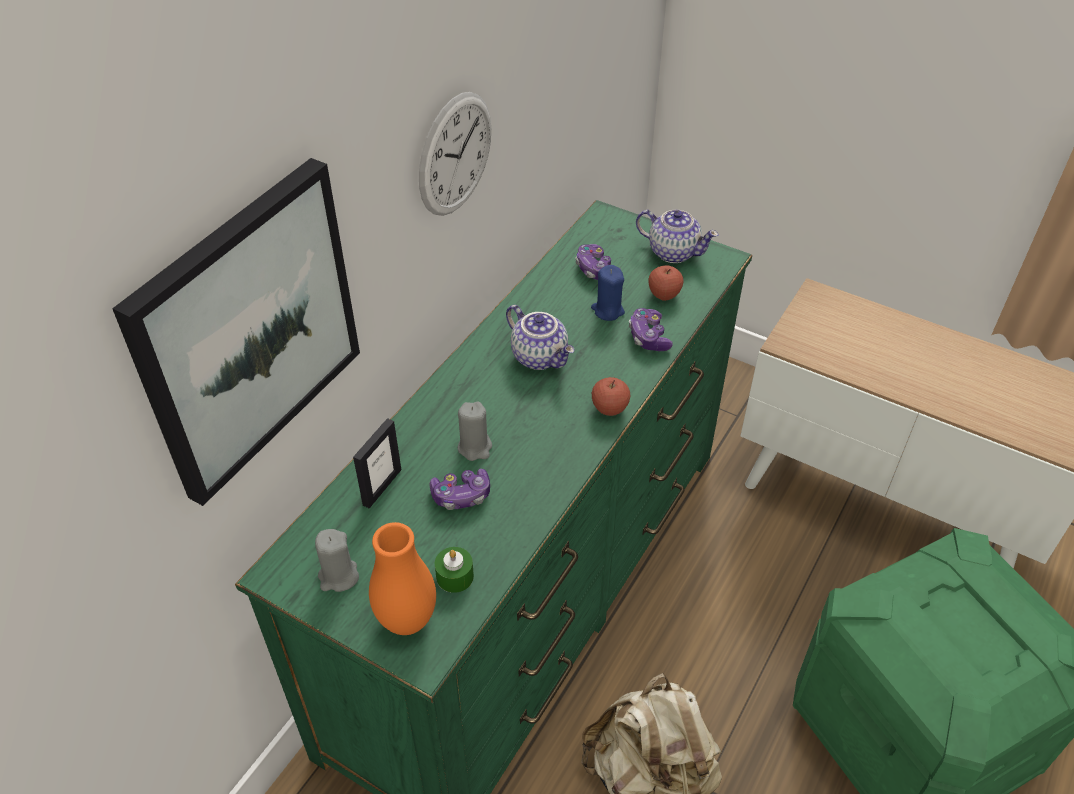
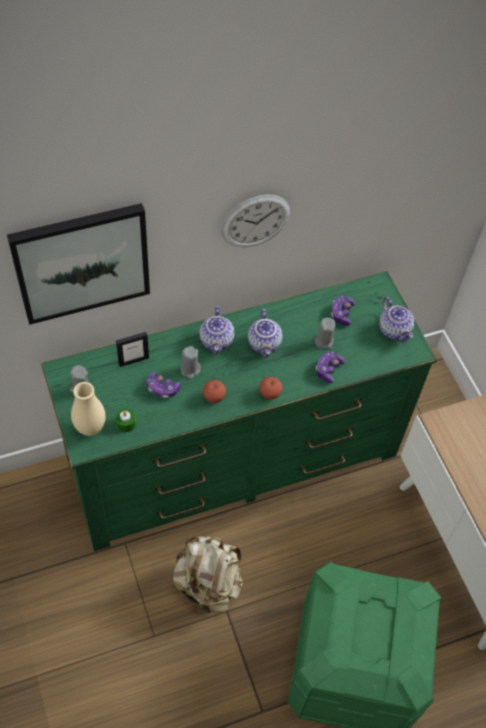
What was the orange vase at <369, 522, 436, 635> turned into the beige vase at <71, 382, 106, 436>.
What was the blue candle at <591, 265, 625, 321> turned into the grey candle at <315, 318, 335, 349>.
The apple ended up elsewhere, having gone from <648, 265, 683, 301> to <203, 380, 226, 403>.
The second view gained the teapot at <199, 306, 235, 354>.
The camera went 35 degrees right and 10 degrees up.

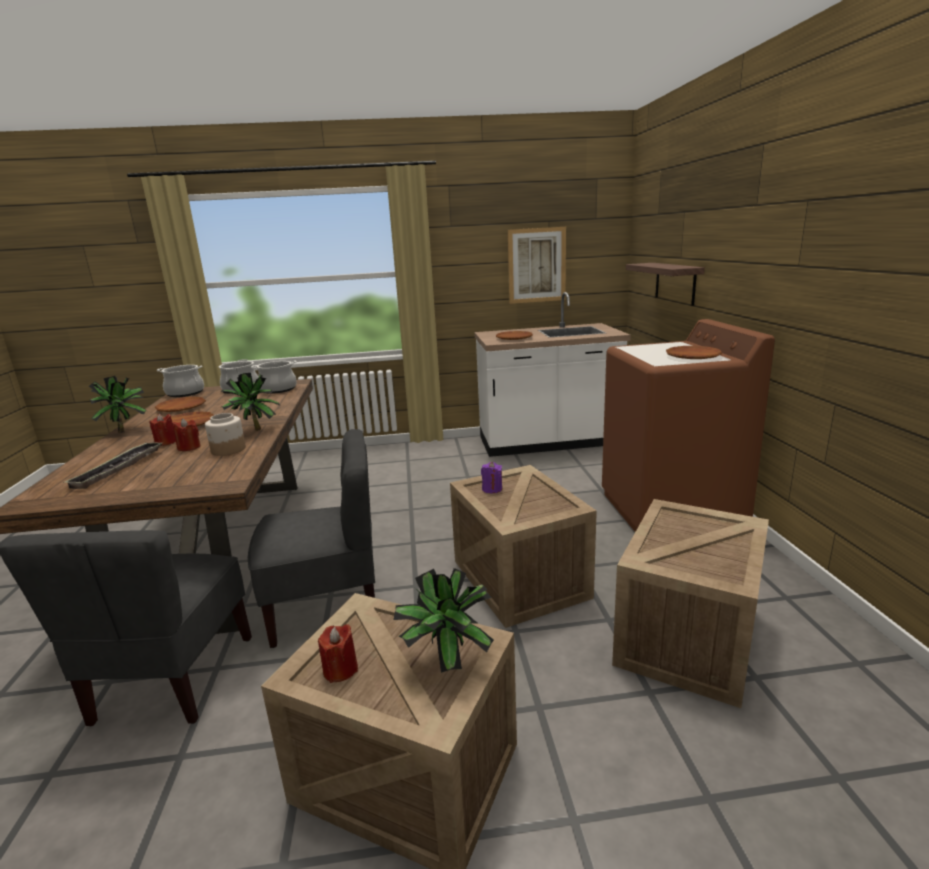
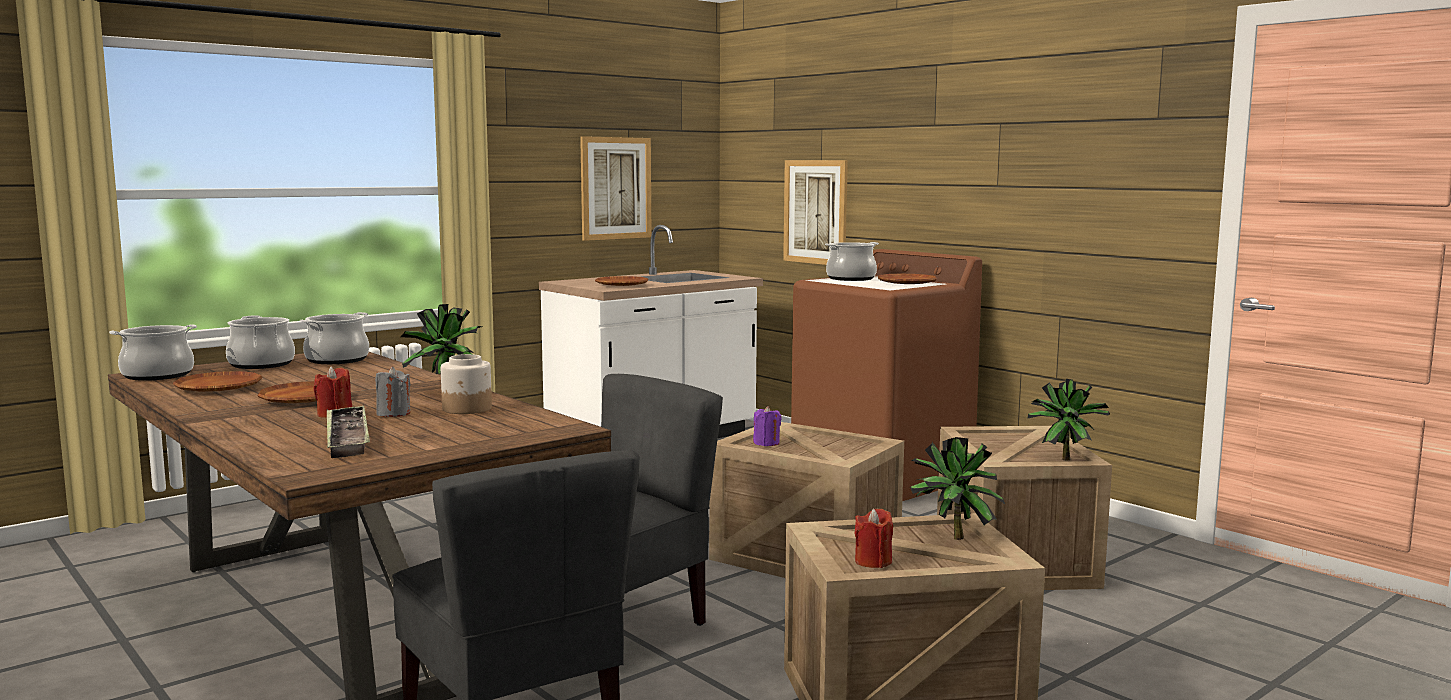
The potted plant ended up elsewhere, having gone from <89, 376, 147, 433> to <1027, 379, 1110, 460>.
What was the red candle at <172, 418, 201, 451> turned into the grey candle at <375, 366, 411, 417>.
Where the shelf hung at <626, 263, 705, 306>, the picture came to hang at <783, 160, 848, 265>.
The second view gained the cooking pot at <825, 242, 879, 281>.
The camera went 35 degrees left and 10 degrees down.

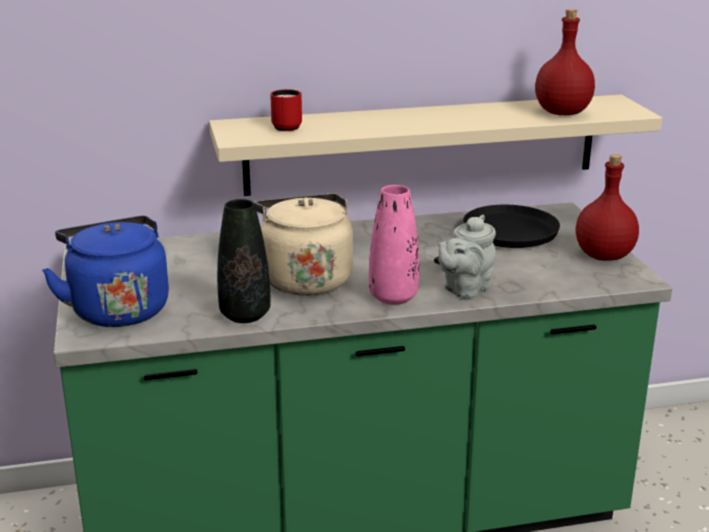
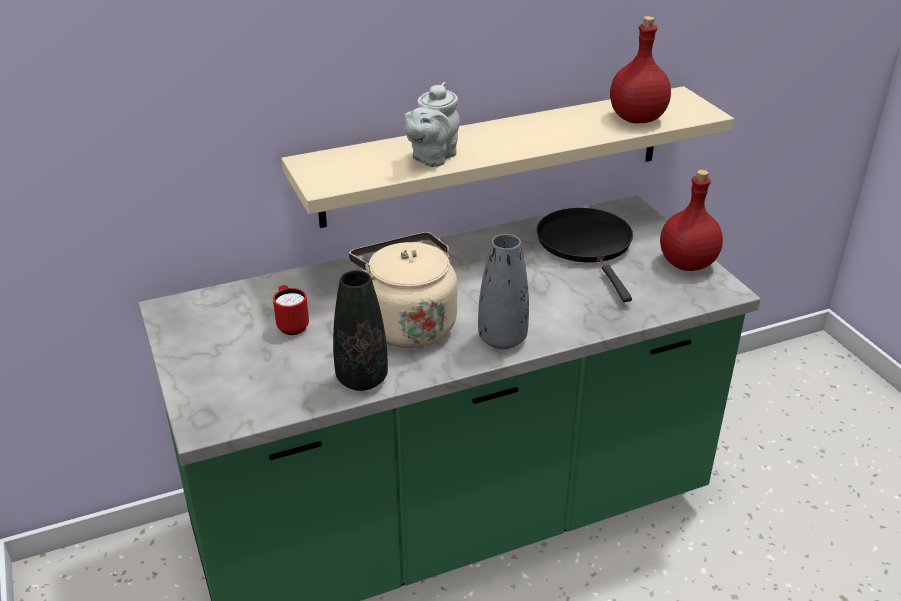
The second view lost the blue kettle at <42, 216, 169, 327>.
The red mug ended up elsewhere, having gone from <270, 89, 302, 131> to <273, 285, 309, 335>.
What was the pink vase at <369, 185, 419, 305> turned into the grey vase at <478, 234, 529, 349>.
The black frying pan at <434, 205, 560, 264> ended up facing another way, 45 degrees counterclockwise from before.
The grey teapot ended up elsewhere, having gone from <438, 215, 496, 299> to <404, 82, 460, 167>.
The camera went 10 degrees left and 10 degrees up.

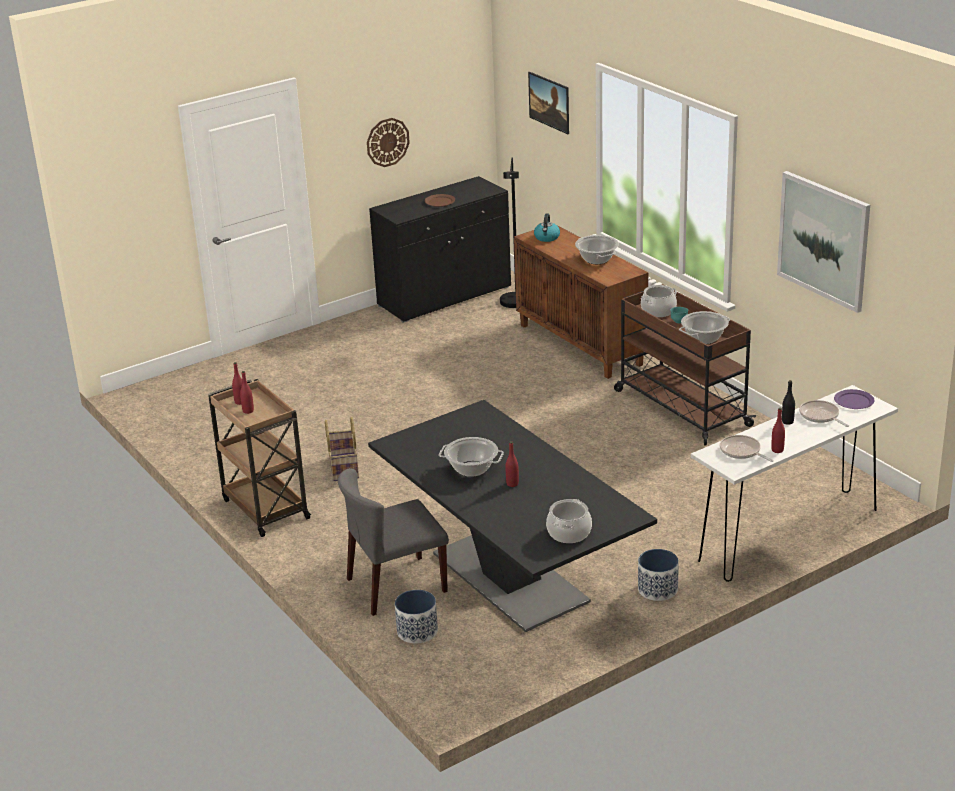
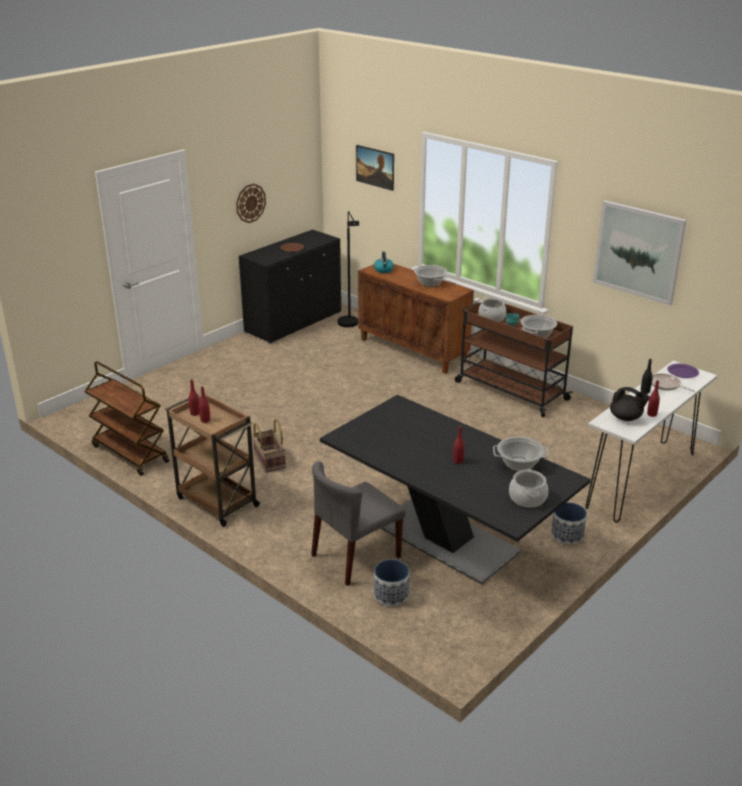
The cooking pot ended up elsewhere, having gone from <439, 437, 504, 477> to <493, 437, 549, 471>.
Where the frying pan stood at <720, 435, 774, 462>, the black teapot came to stand at <610, 387, 650, 421>.
The second view gained the brown cart at <85, 361, 169, 476>.
The camera went 15 degrees left and 0 degrees up.

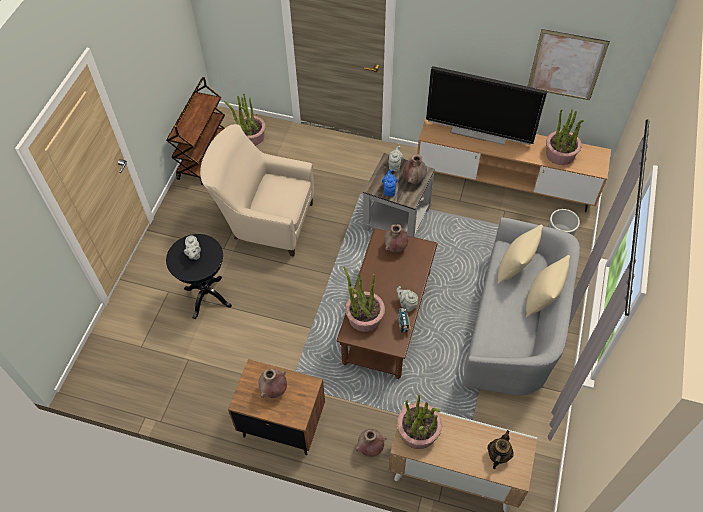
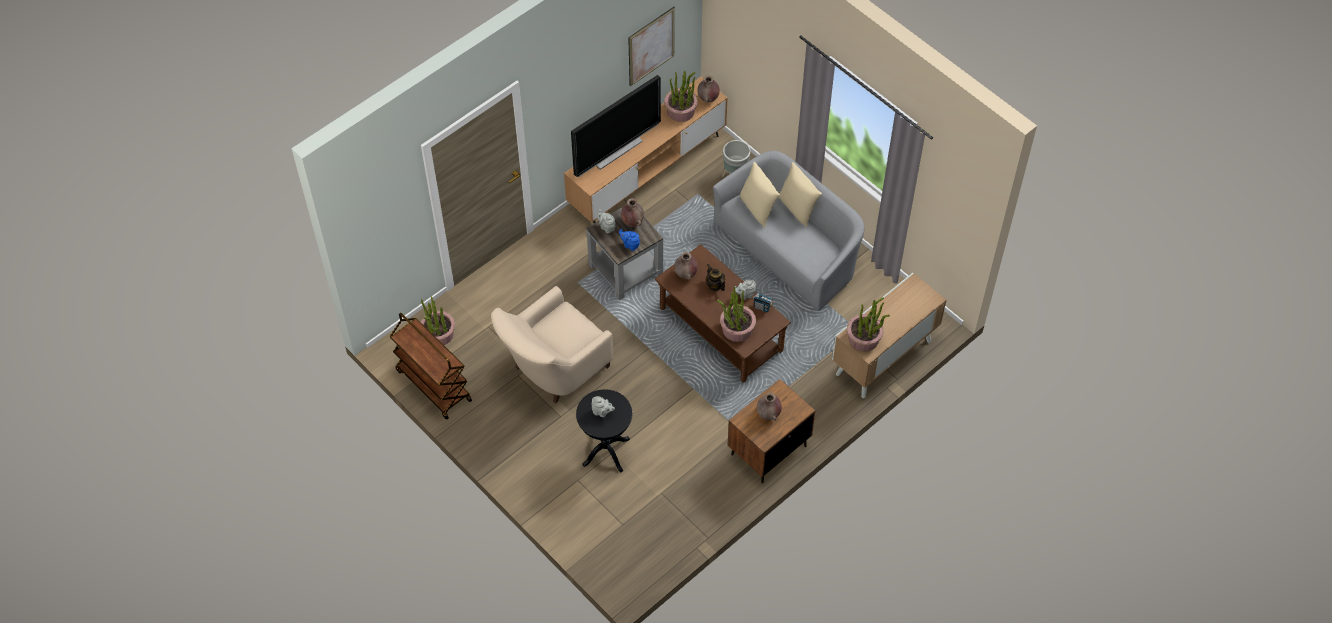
The brown vase ended up elsewhere, having gone from <356, 429, 387, 457> to <697, 75, 720, 102>.
The teapot ended up elsewhere, having gone from <487, 430, 514, 469> to <706, 264, 725, 291>.
The camera went 60 degrees left and 0 degrees up.

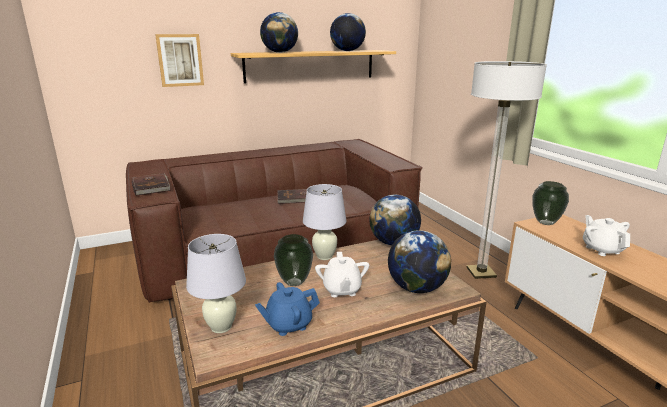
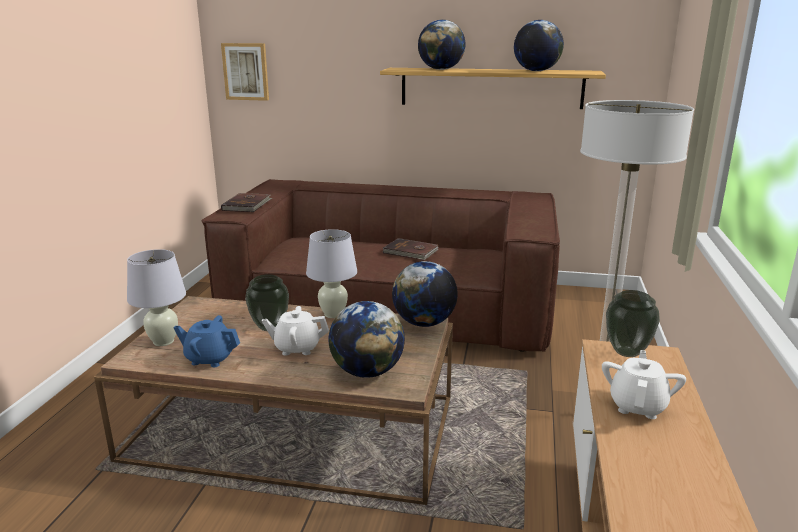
The picture ended up elsewhere, having gone from <155, 34, 204, 87> to <221, 43, 269, 101>.
The white teapot at <315, 252, 369, 297> ended up facing another way, 60 degrees clockwise from before.
The camera went 35 degrees right and 0 degrees up.

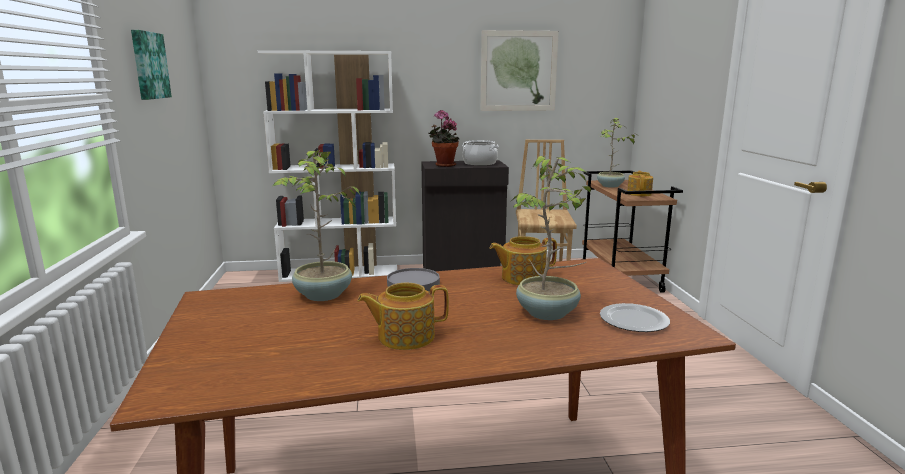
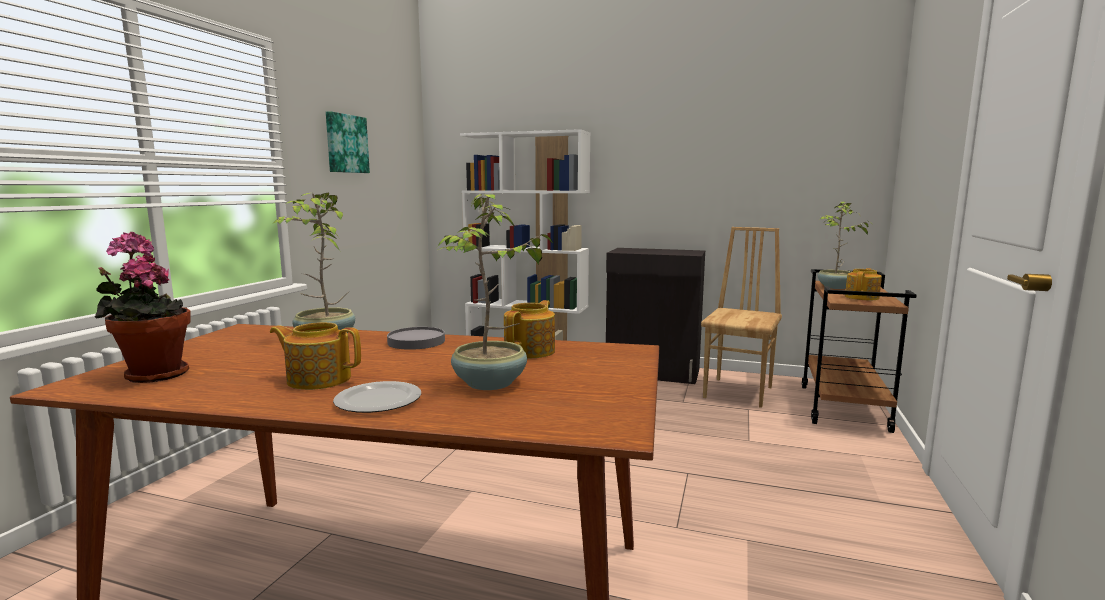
The potted plant ended up elsewhere, having gone from <429, 110, 459, 167> to <95, 232, 191, 383>.
The second view lost the cooking pot at <462, 140, 499, 166>.
The second view lost the picture at <481, 30, 559, 111>.
The teapot at <490, 236, 557, 285> ended up facing another way, 105 degrees clockwise from before.
The plate ended up elsewhere, having gone from <600, 303, 670, 332> to <333, 381, 421, 413>.
The camera went 25 degrees right and 5 degrees down.

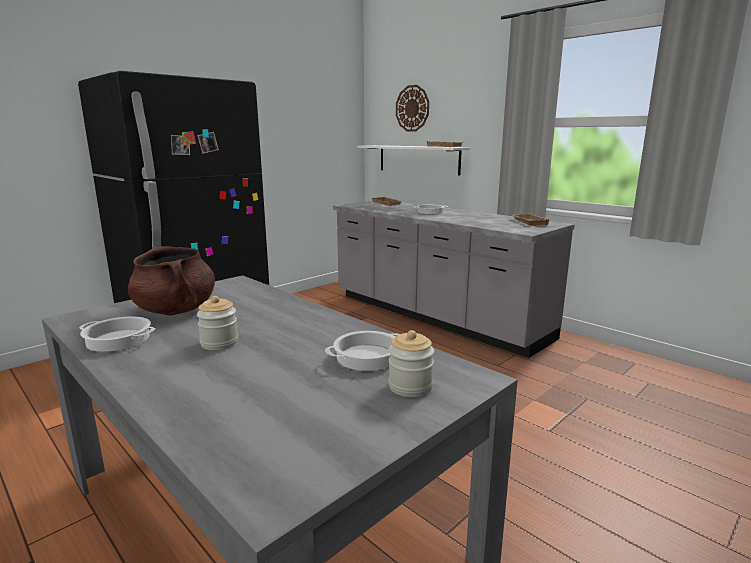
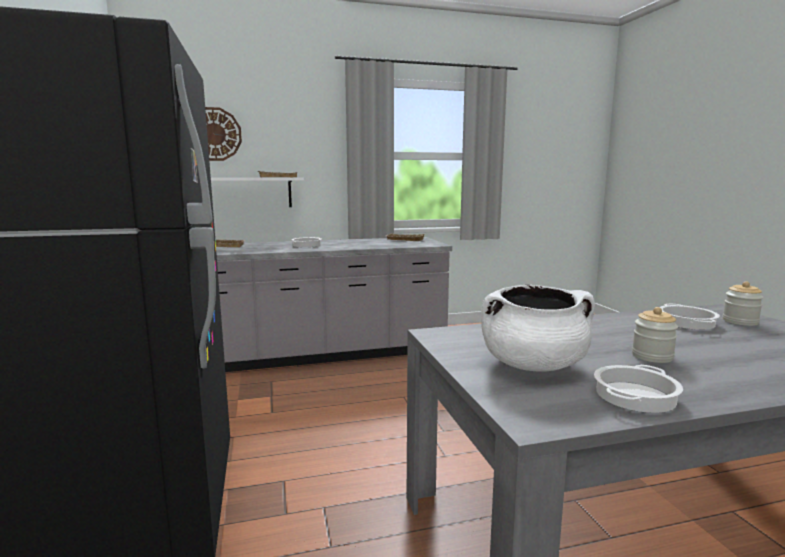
What was the brown cooking pot at <128, 246, 215, 315> turned into the white cooking pot at <481, 284, 595, 372>.
The camera went 60 degrees left and 5 degrees down.

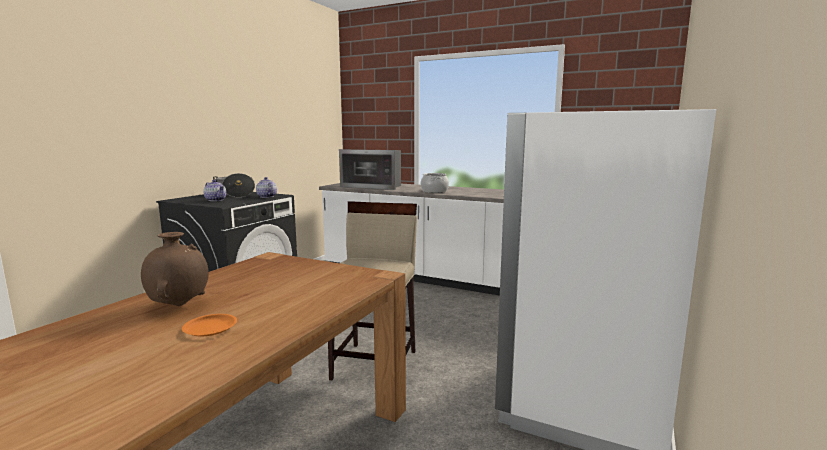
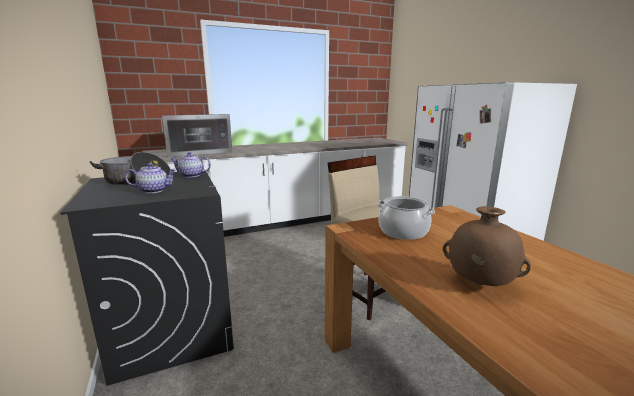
The second view lost the orange plate at <182, 314, 237, 336>.
The cooking pot ended up elsewhere, having gone from <420, 173, 449, 193> to <377, 196, 435, 240>.
The camera went 50 degrees left and 5 degrees up.

